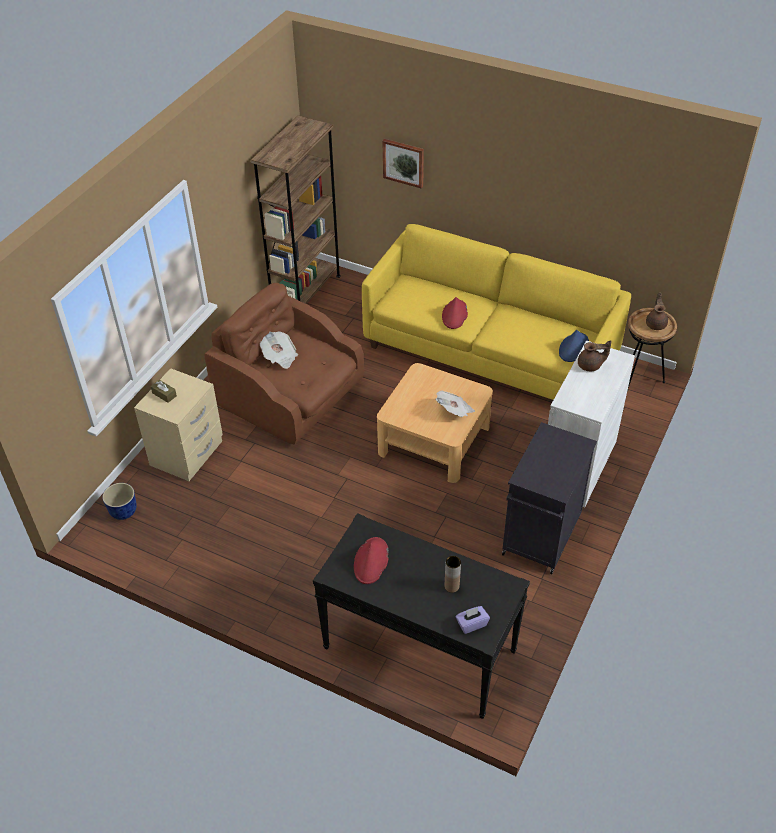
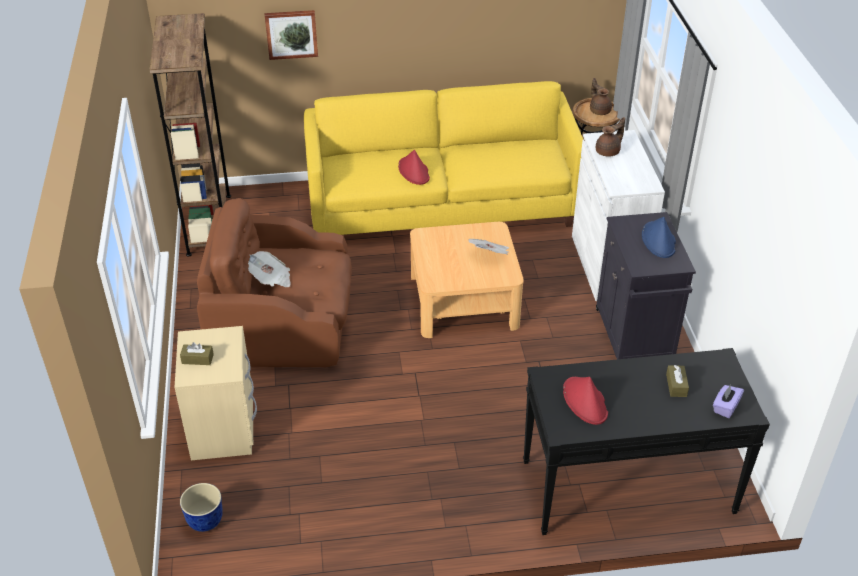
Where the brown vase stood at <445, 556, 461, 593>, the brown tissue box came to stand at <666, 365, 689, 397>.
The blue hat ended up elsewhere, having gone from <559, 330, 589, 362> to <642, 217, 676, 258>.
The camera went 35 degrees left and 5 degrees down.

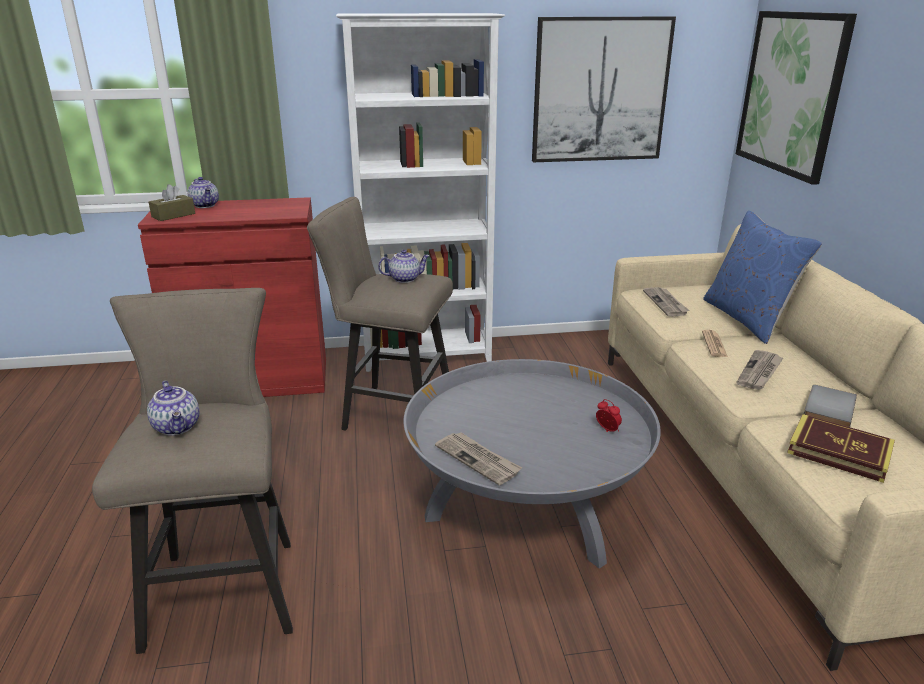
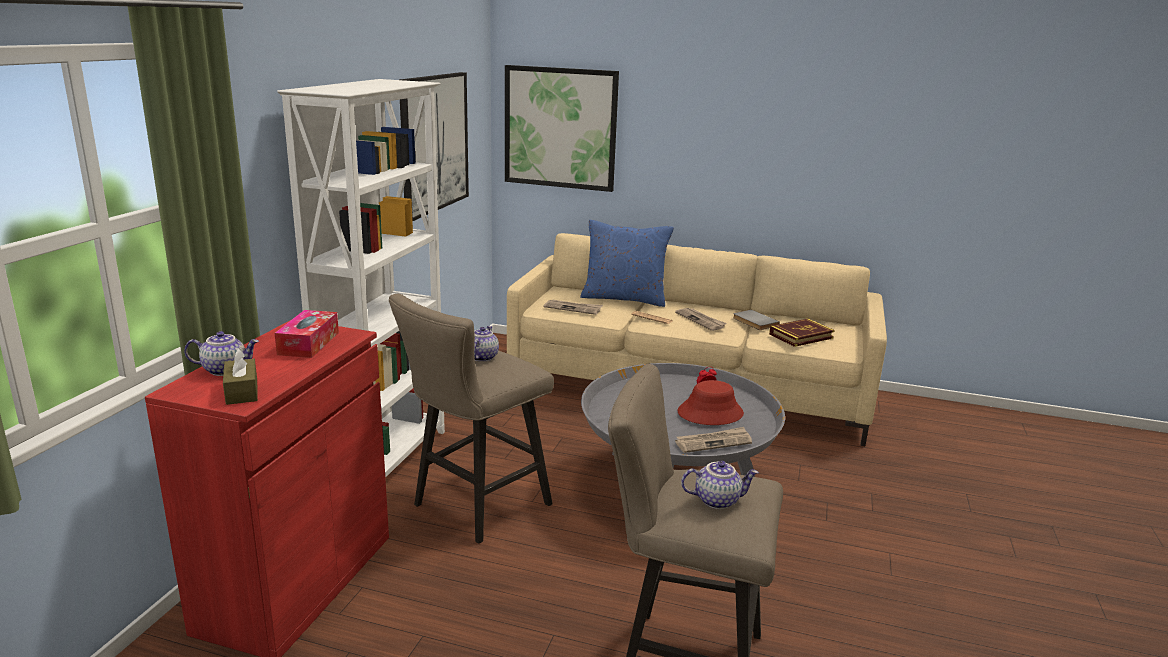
The second view gained the tissue box at <275, 310, 339, 358>.
The second view gained the red hat at <677, 380, 744, 425>.
The camera went 65 degrees left and 5 degrees down.

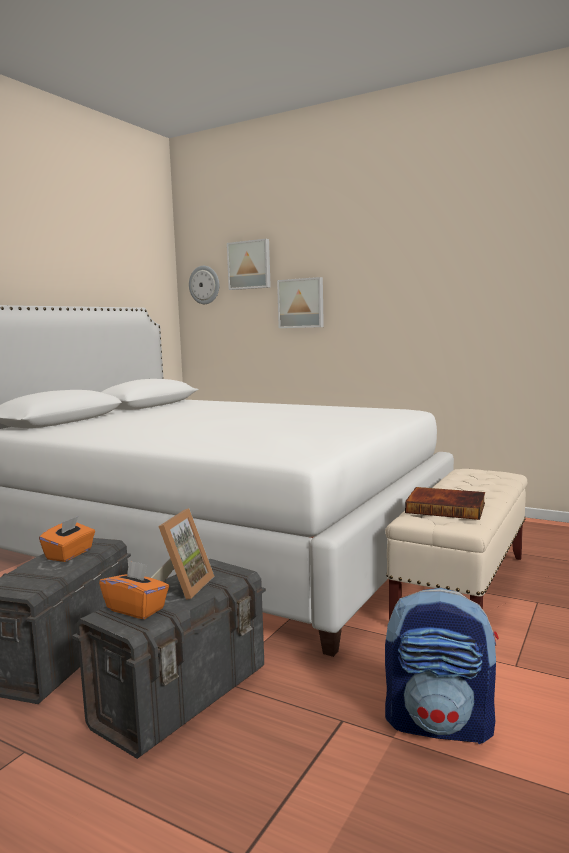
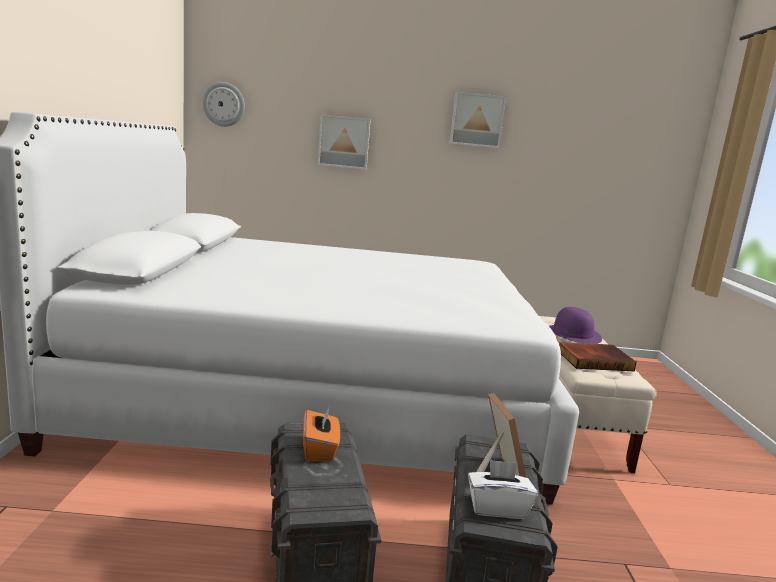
What was the orange tissue box at <99, 560, 169, 619> turned into the white tissue box at <468, 459, 538, 519>.
The picture ended up elsewhere, having gone from <227, 239, 271, 290> to <450, 92, 506, 148>.
The second view lost the backpack at <385, 588, 499, 744>.
The second view gained the purple hat at <549, 307, 602, 344>.
The camera went 30 degrees left and 5 degrees up.

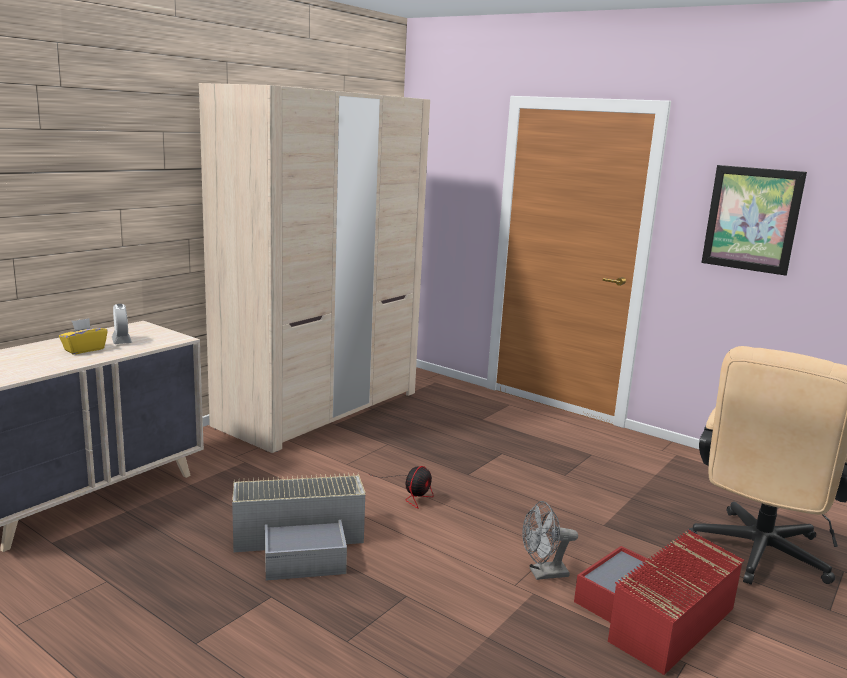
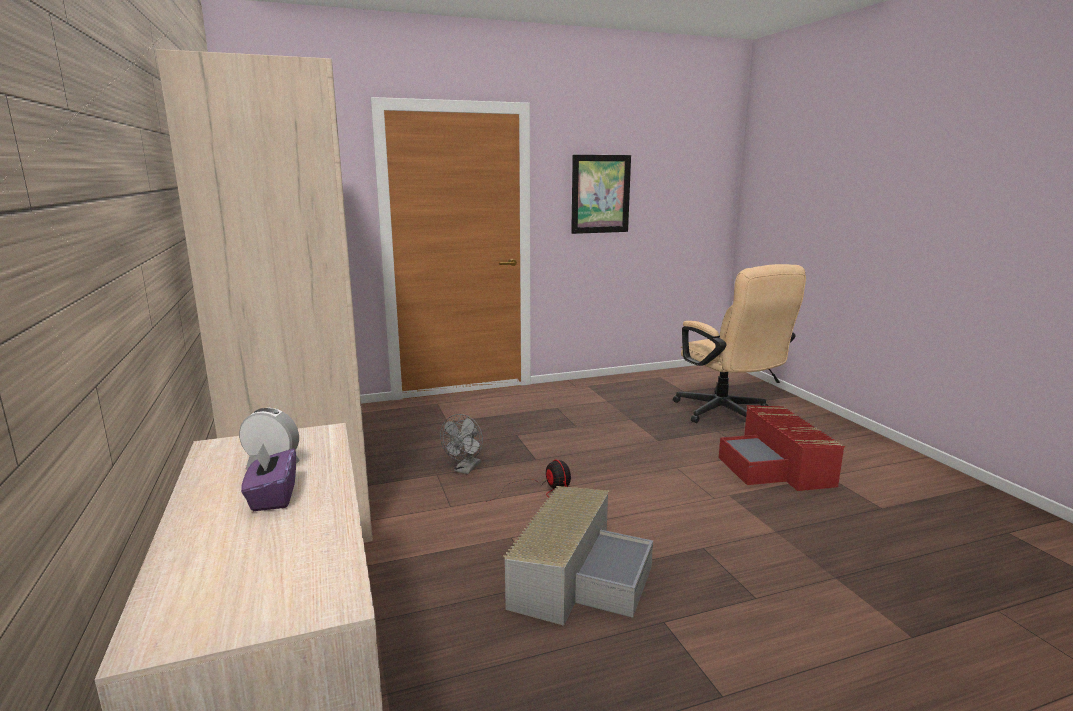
What was the yellow tissue box at <59, 318, 108, 355> turned into the purple tissue box at <241, 444, 296, 511>.
The grey fan ended up elsewhere, having gone from <522, 501, 578, 580> to <440, 414, 483, 474>.
The camera went 55 degrees left and 0 degrees up.

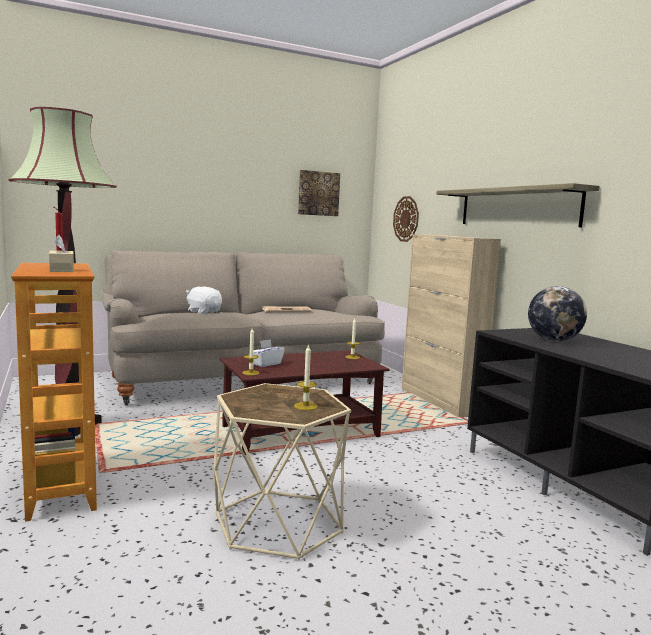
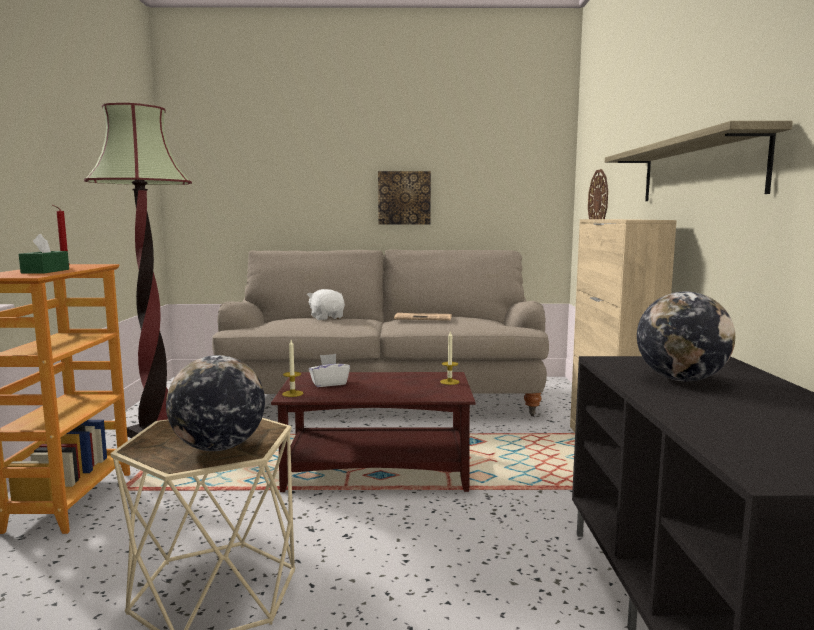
What was the beige tissue box at <49, 235, 74, 272> turned into the green tissue box at <19, 234, 69, 274>.
Where the candle stood at <294, 344, 318, 410>, the globe came to stand at <166, 355, 265, 451>.
The picture ended up elsewhere, having gone from <298, 170, 340, 216> to <378, 171, 431, 225>.
The camera went 25 degrees right and 0 degrees up.

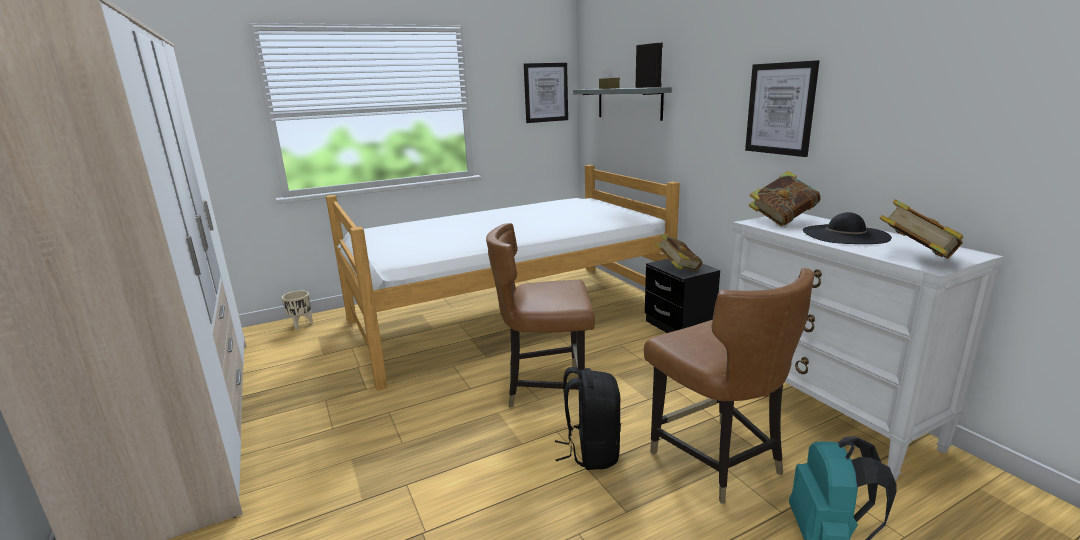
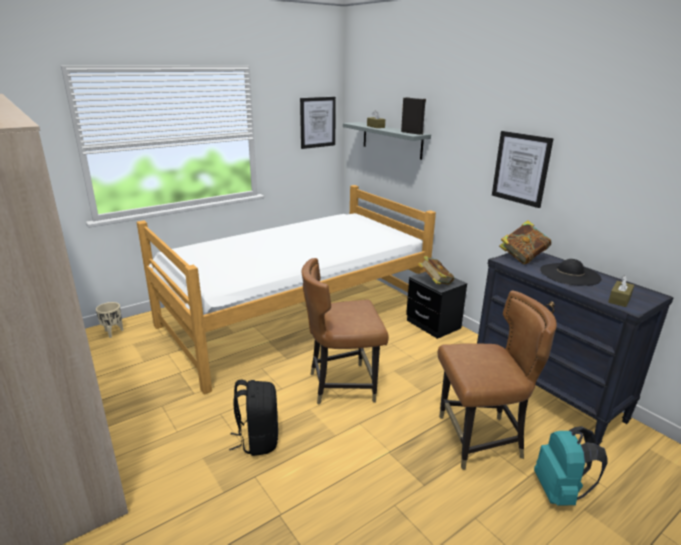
The black backpack ended up elsewhere, having gone from <555, 367, 621, 470> to <229, 380, 278, 456>.
The brown chair at <644, 268, 814, 504> ended up facing another way, 60 degrees counterclockwise from before.
What was the white dresser at <729, 213, 1004, 480> turned into the black dresser at <477, 252, 674, 445>.
Where the book stood at <880, 199, 963, 259>, the brown tissue box came to stand at <608, 275, 634, 307>.
The camera went 10 degrees left and 5 degrees up.

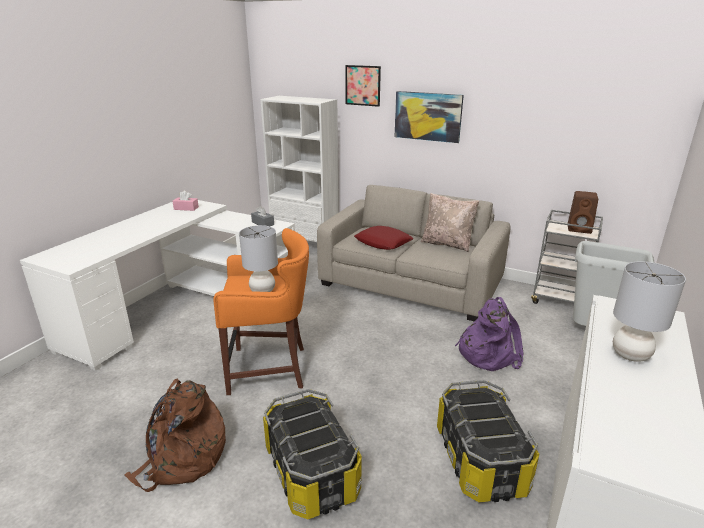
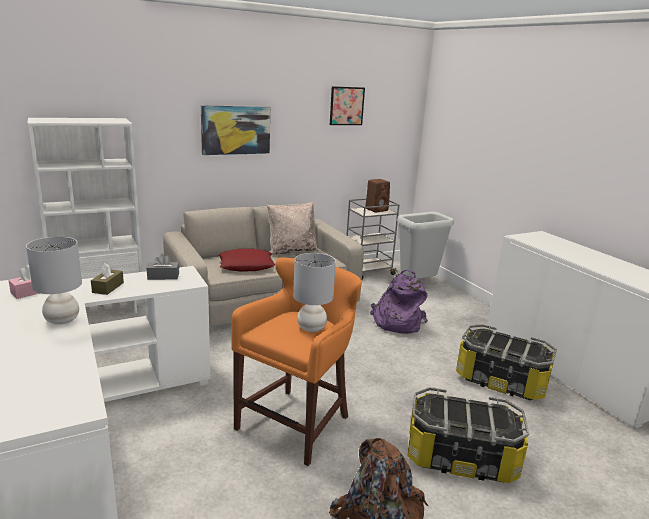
The picture ended up elsewhere, having gone from <345, 65, 381, 107> to <330, 86, 365, 125>.
The grey table lamp ended up elsewhere, having gone from <613, 261, 686, 362> to <26, 237, 82, 324>.
The second view gained the brown tissue box at <91, 263, 124, 295>.
The camera went 55 degrees left and 5 degrees down.

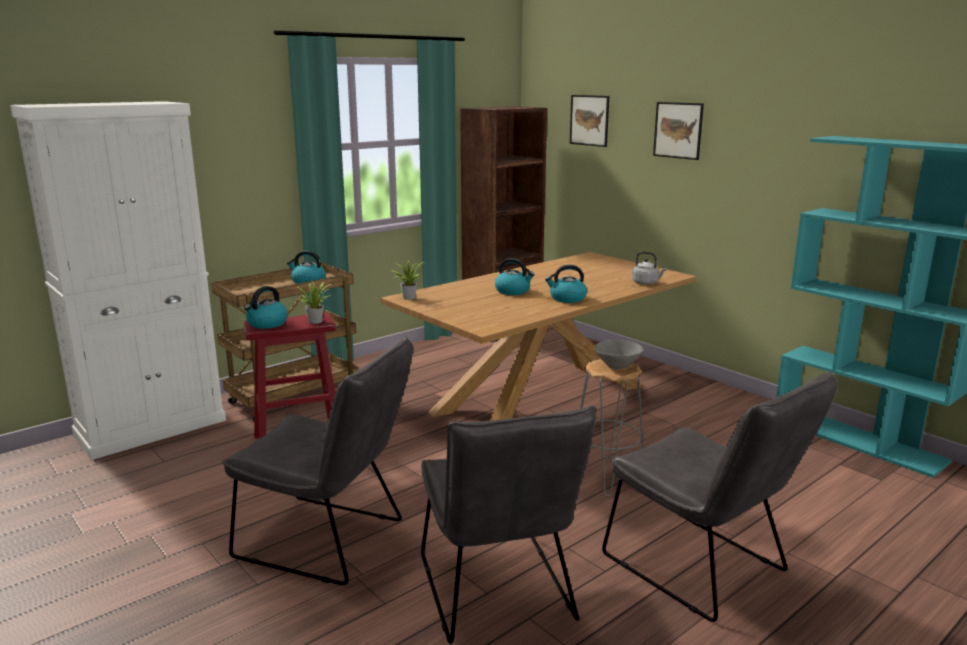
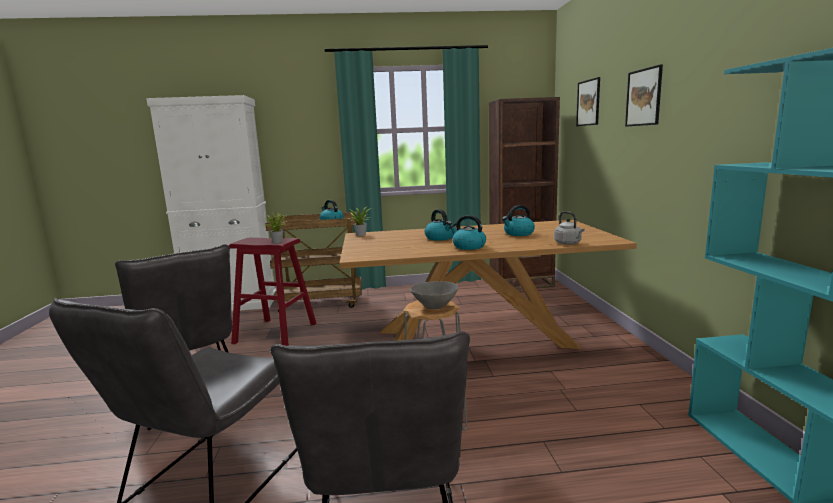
The kettle ended up elsewhere, having gone from <244, 286, 288, 329> to <502, 205, 535, 236>.
The camera went 35 degrees right and 5 degrees down.

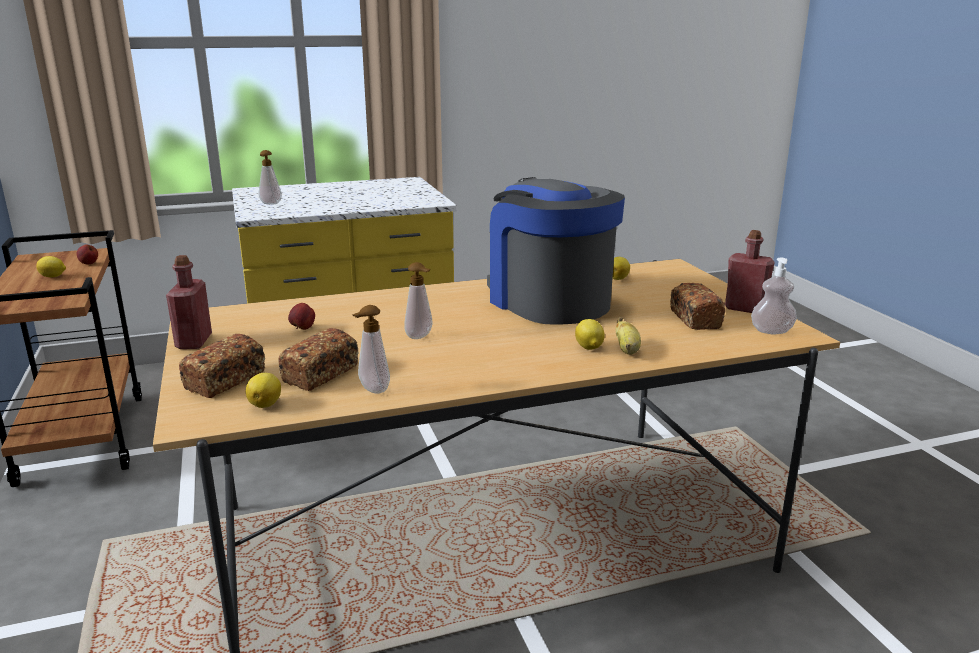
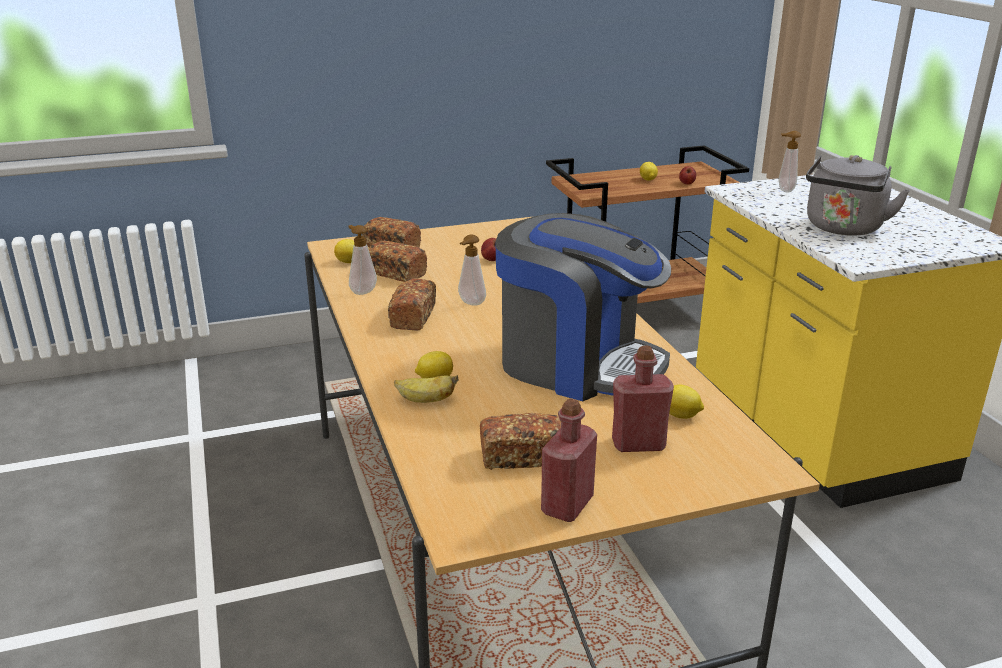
The red bottle ended up elsewhere, having gone from <166, 255, 212, 349> to <612, 346, 674, 452>.
The coffee machine at <487, 177, 625, 325> ended up facing another way, 60 degrees clockwise from before.
The second view lost the soap dispenser at <751, 258, 797, 334>.
The second view gained the bread at <388, 278, 436, 331>.
The second view gained the grey kettle at <806, 155, 910, 236>.
The camera went 90 degrees right and 5 degrees up.

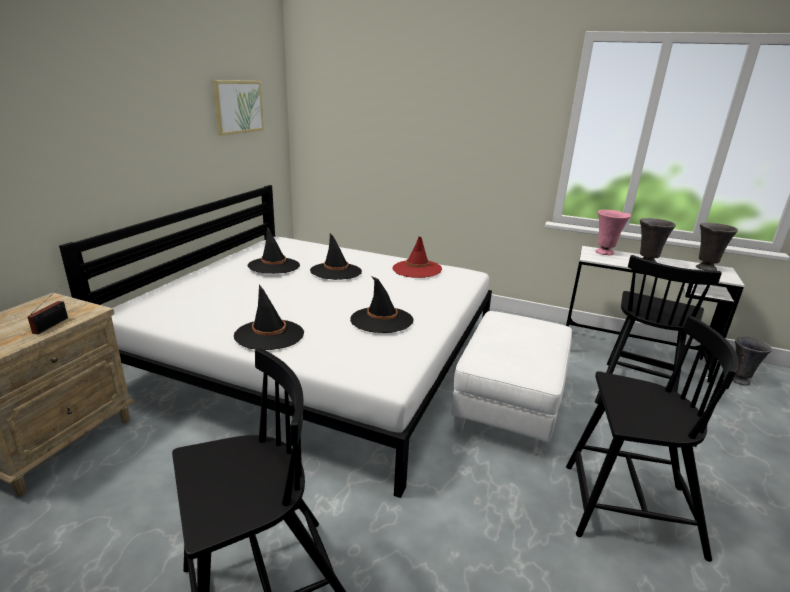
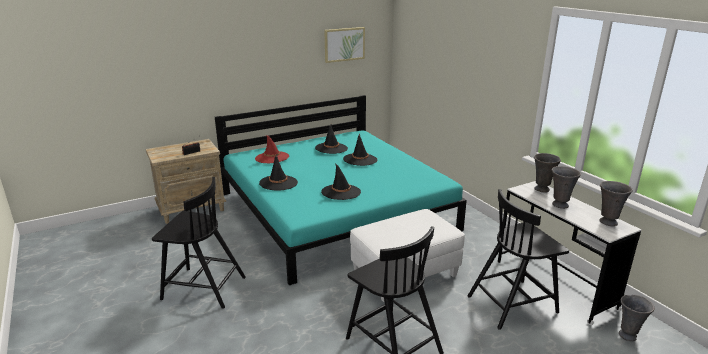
What was the white bed at <59, 185, 492, 498> turned into the turquoise bed at <215, 95, 467, 285>.
The red hat ended up elsewhere, having gone from <392, 236, 442, 278> to <255, 135, 289, 163>.
What was the pink vase at <595, 210, 631, 255> turned into the grey vase at <534, 153, 561, 193>.
The camera went 40 degrees right and 0 degrees up.

